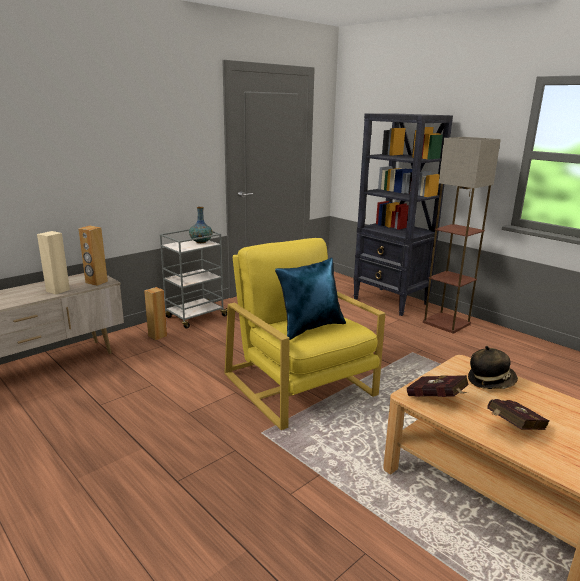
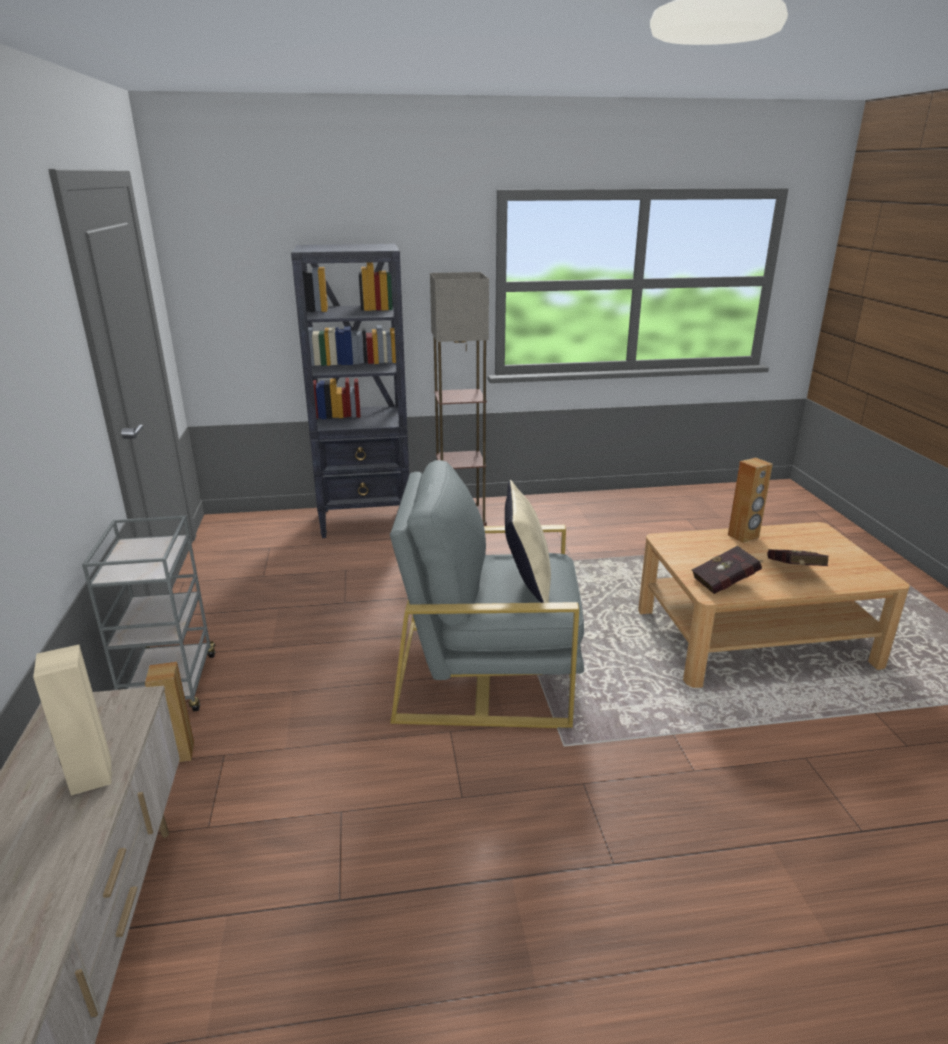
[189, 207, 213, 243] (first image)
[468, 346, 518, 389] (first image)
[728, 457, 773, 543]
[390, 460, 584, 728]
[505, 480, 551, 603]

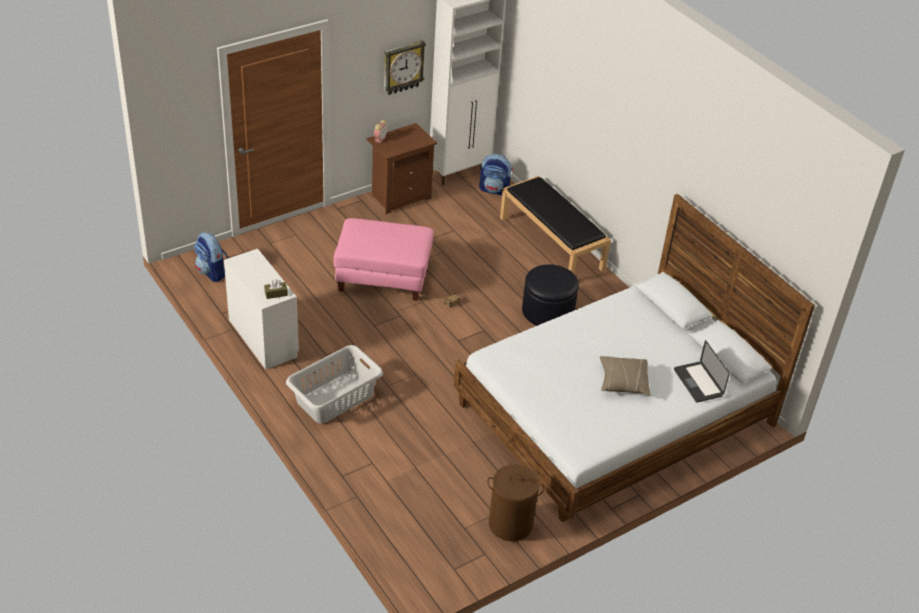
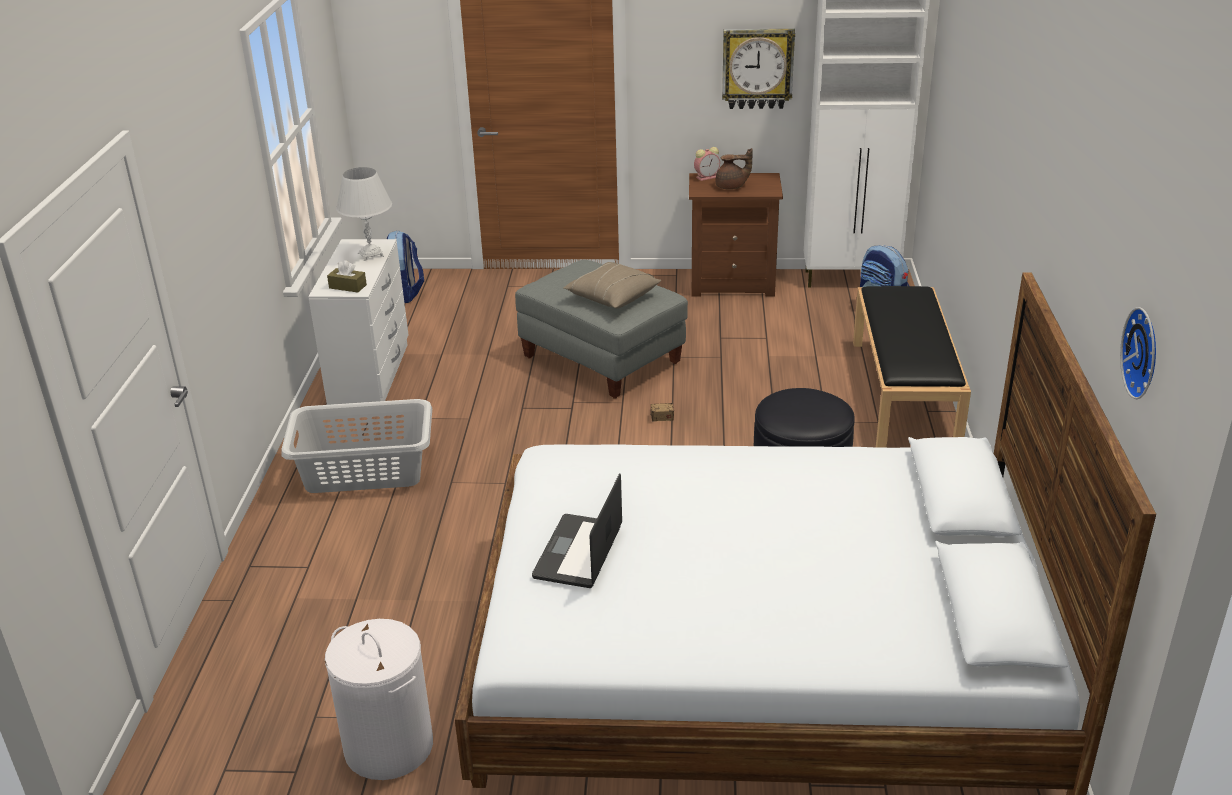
[336, 167, 392, 261]
[715, 148, 753, 190]
[1120, 307, 1156, 399]
[564, 262, 661, 308]
[532, 473, 622, 588]
[515, 260, 688, 399]
[325, 619, 433, 780]

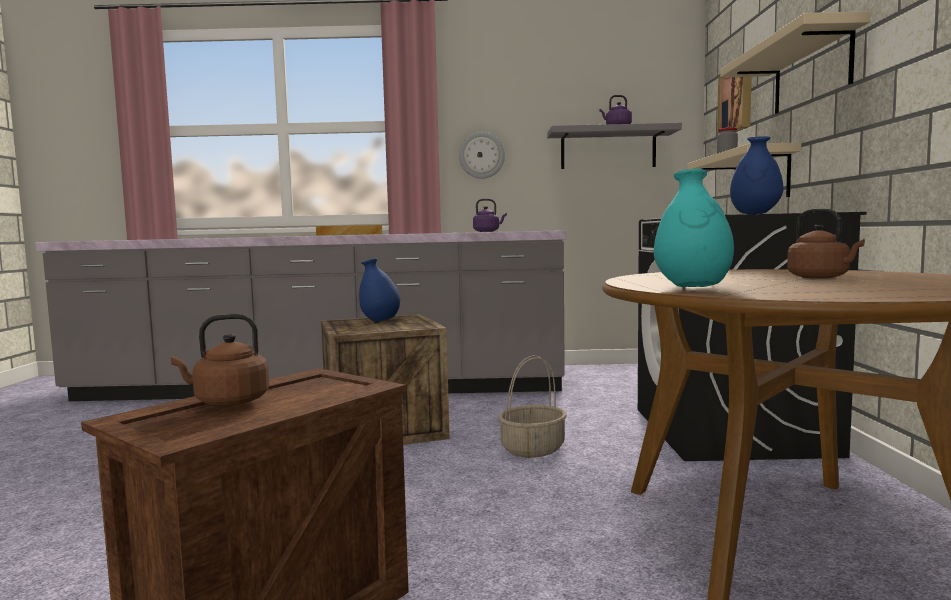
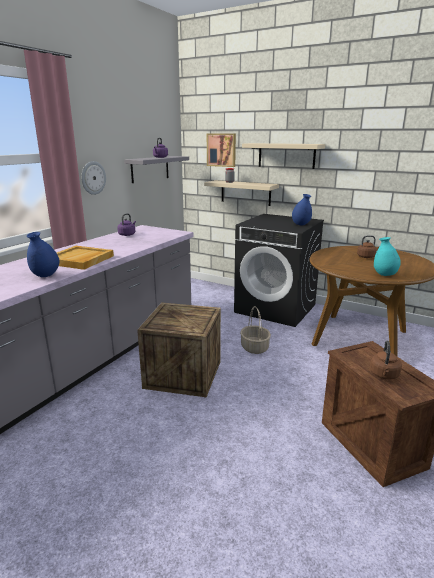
[27, 232, 59, 277]

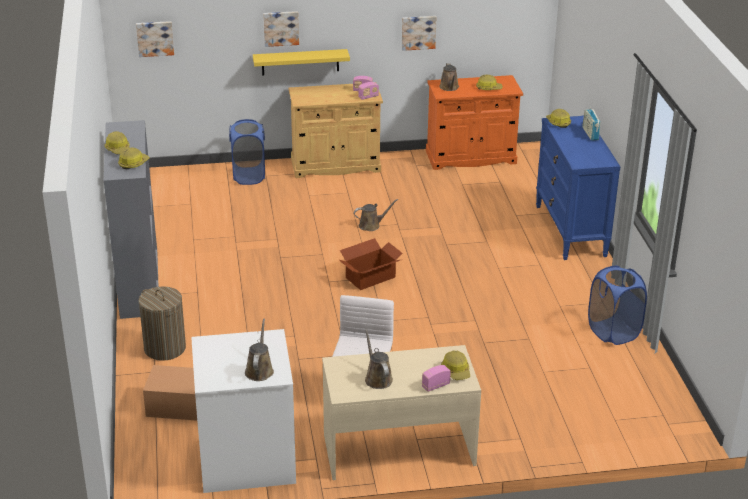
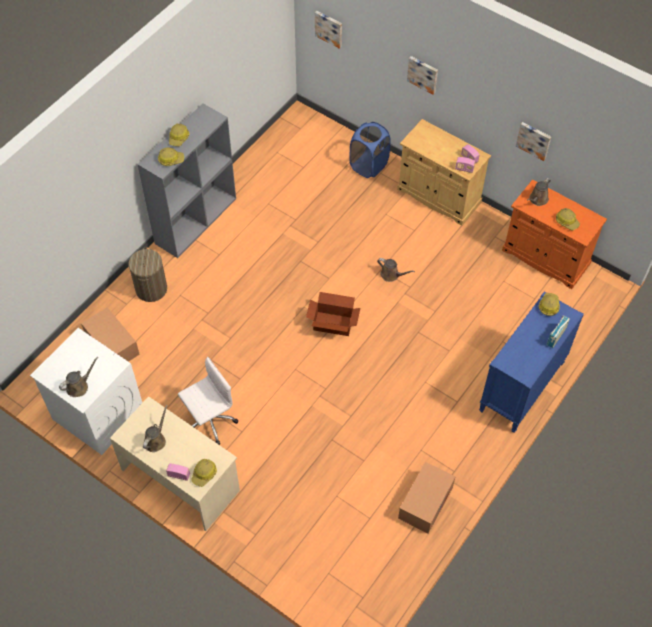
[253, 49, 350, 76] (first image)
[398, 462, 455, 534]

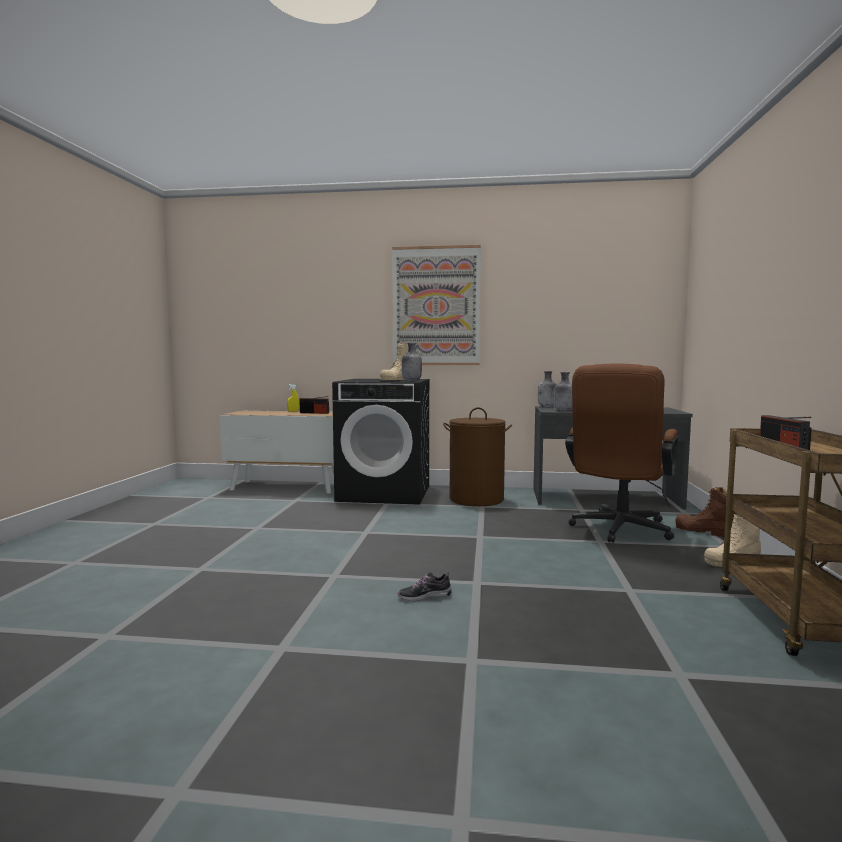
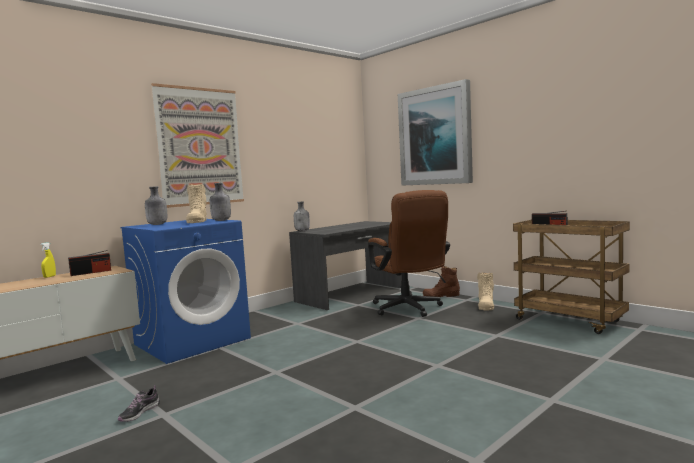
[443, 407, 512, 506] (first image)
[398, 79, 473, 186]
[118, 385, 160, 422]
[145, 186, 167, 225]
[121, 219, 251, 364]

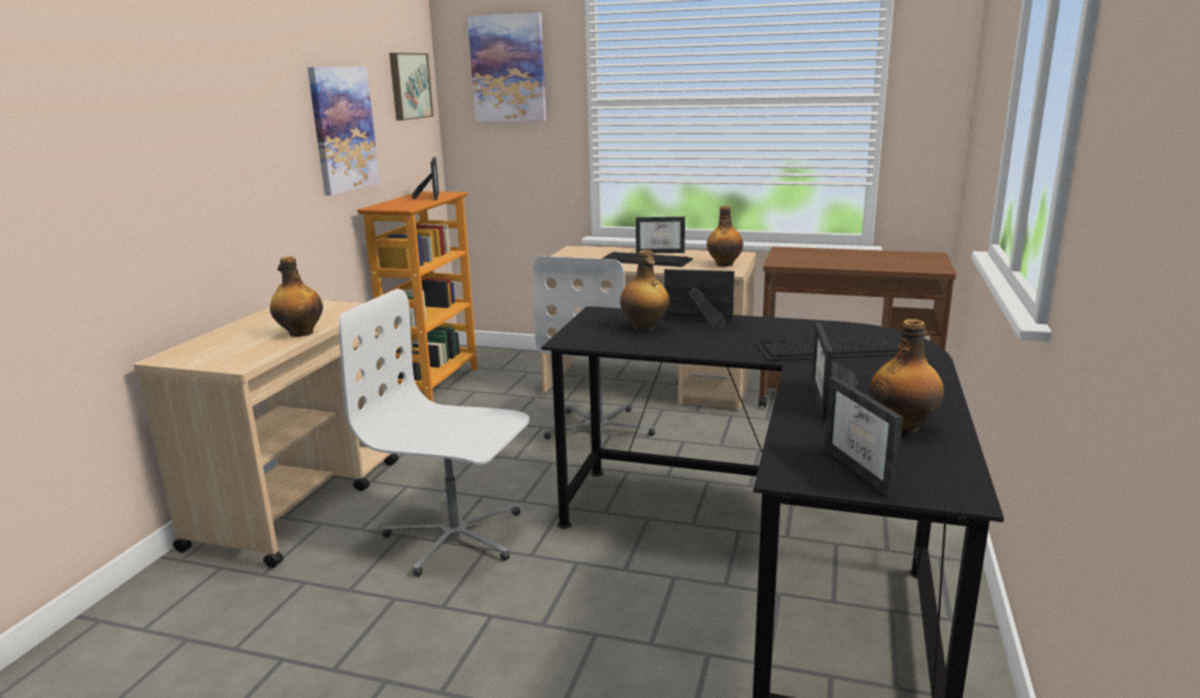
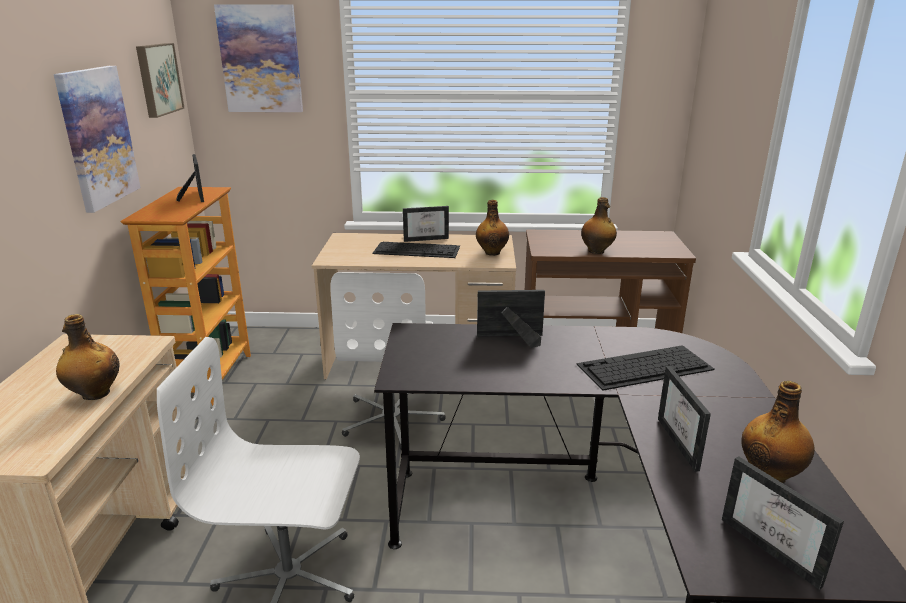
[581, 197, 617, 254]

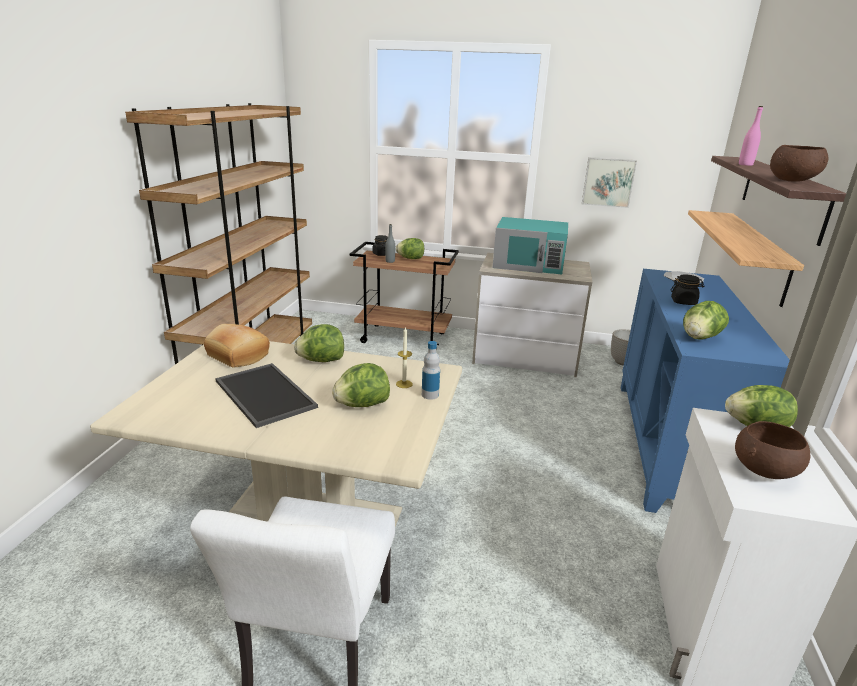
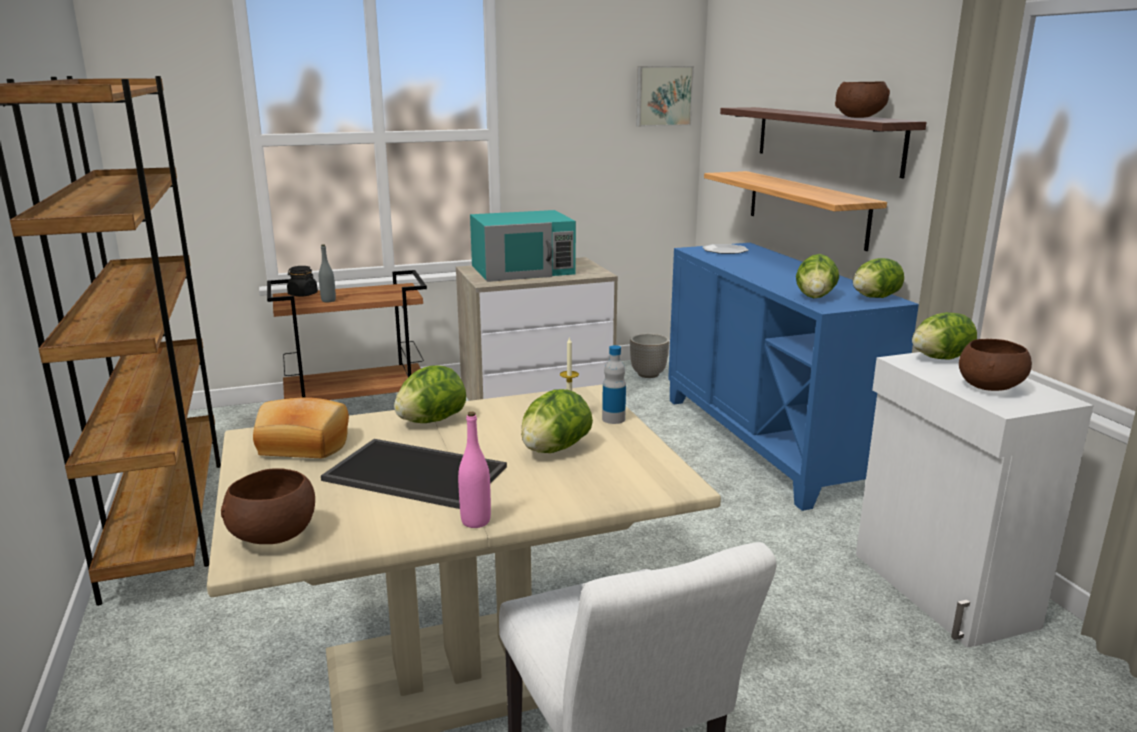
[671, 275, 705, 305] (first image)
[221, 468, 315, 544]
[853, 258, 904, 298]
[636, 66, 694, 127]
[458, 412, 491, 528]

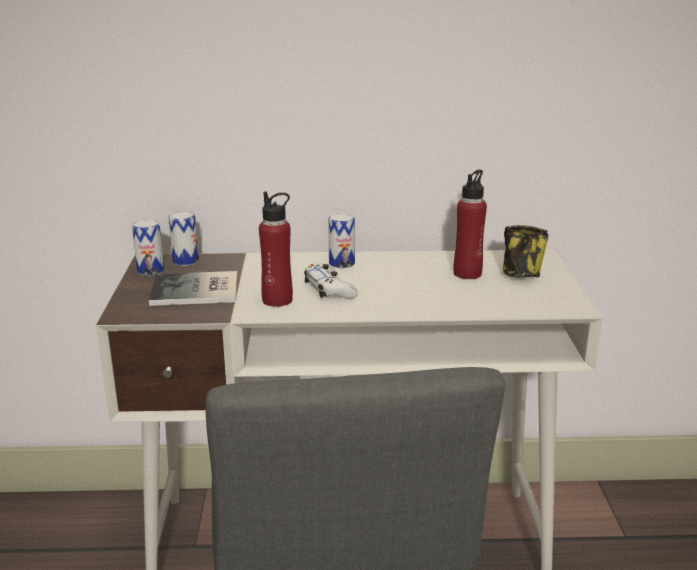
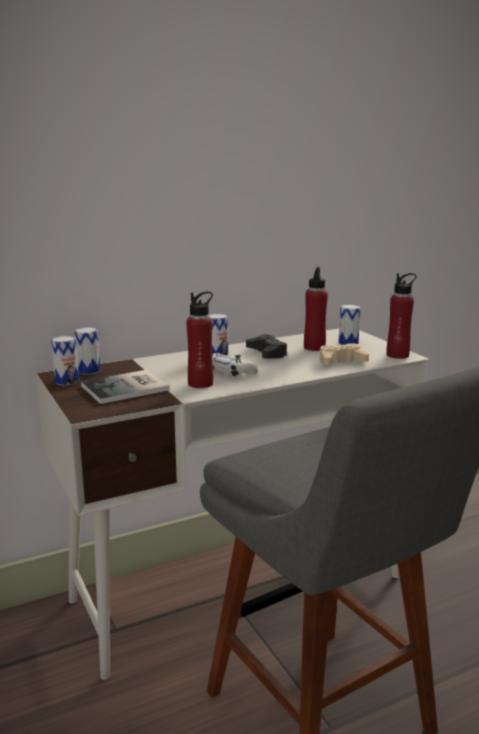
[246, 334, 287, 359]
[320, 343, 369, 365]
[387, 273, 417, 359]
[338, 304, 361, 345]

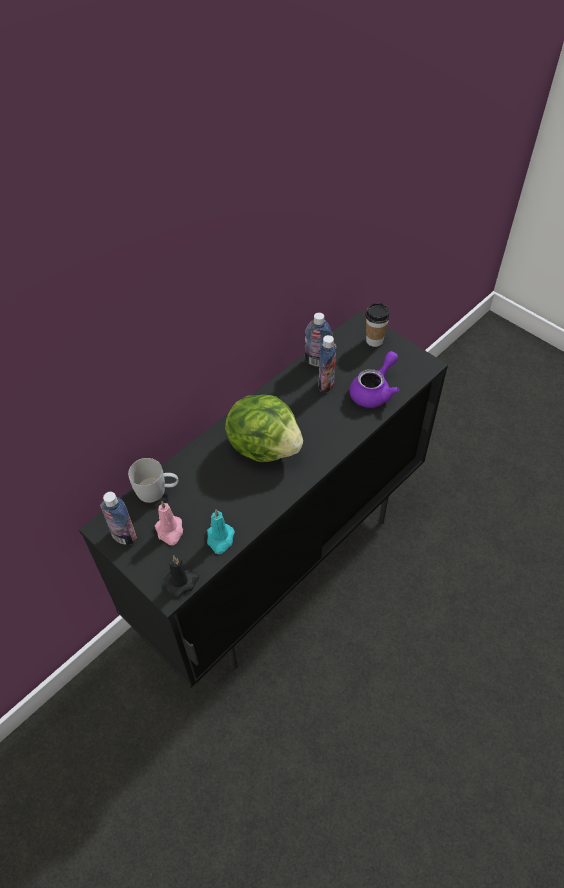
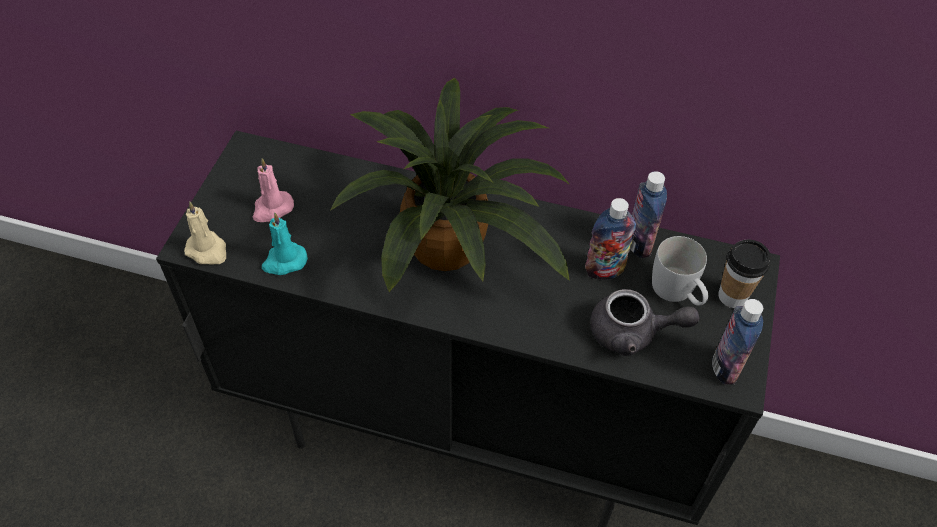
[712, 299, 763, 384]
[652, 236, 708, 306]
[330, 78, 570, 292]
[184, 201, 226, 264]
[590, 289, 700, 356]

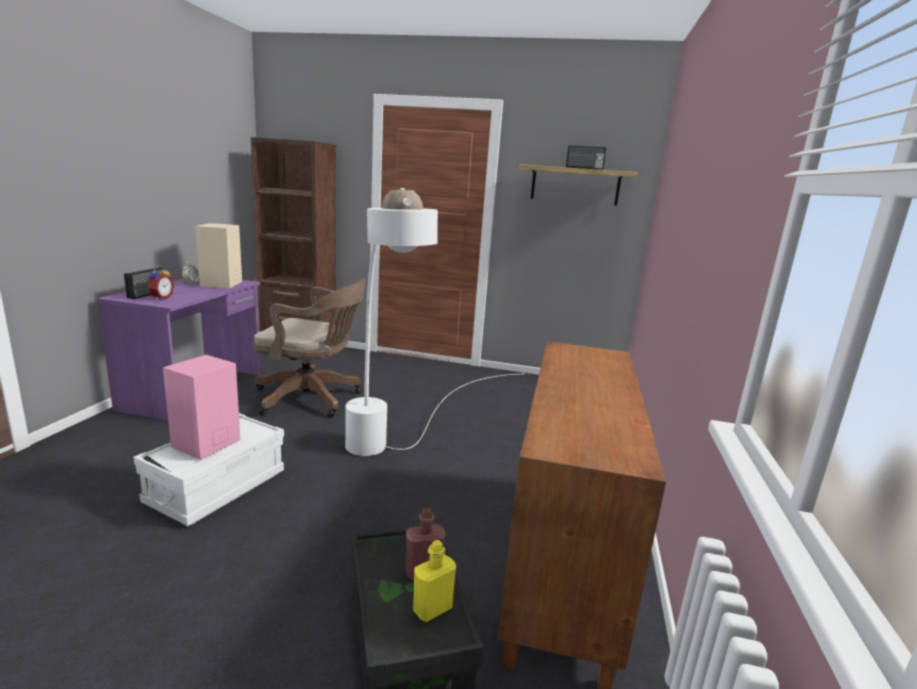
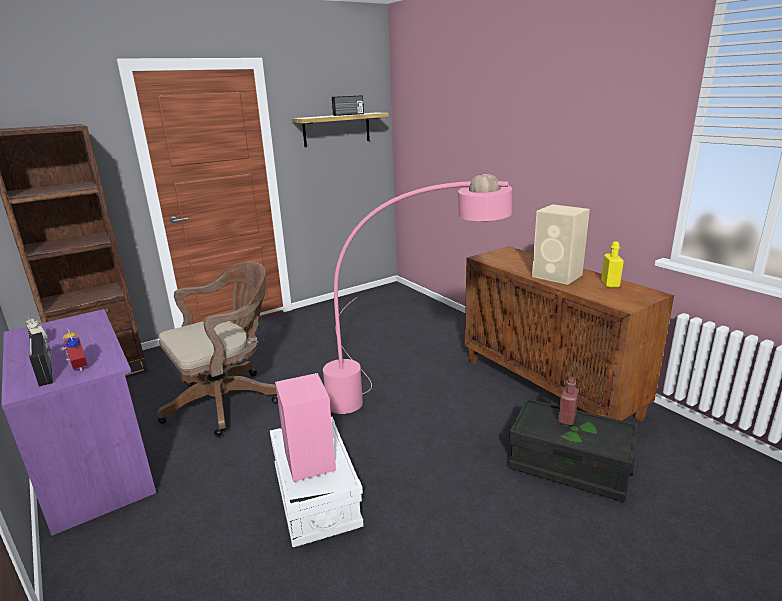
[532, 204, 590, 285]
[601, 241, 624, 288]
[323, 174, 512, 414]

